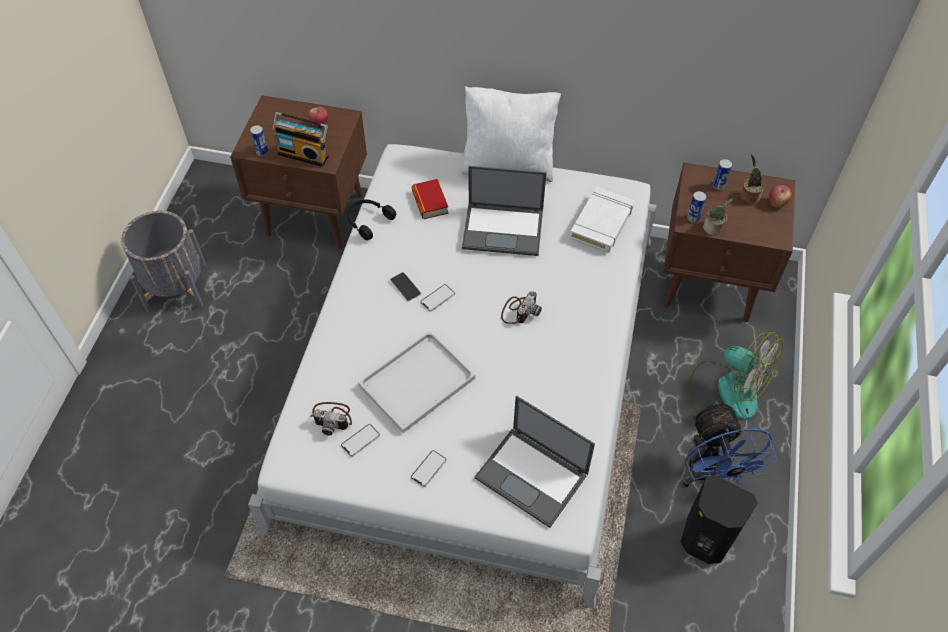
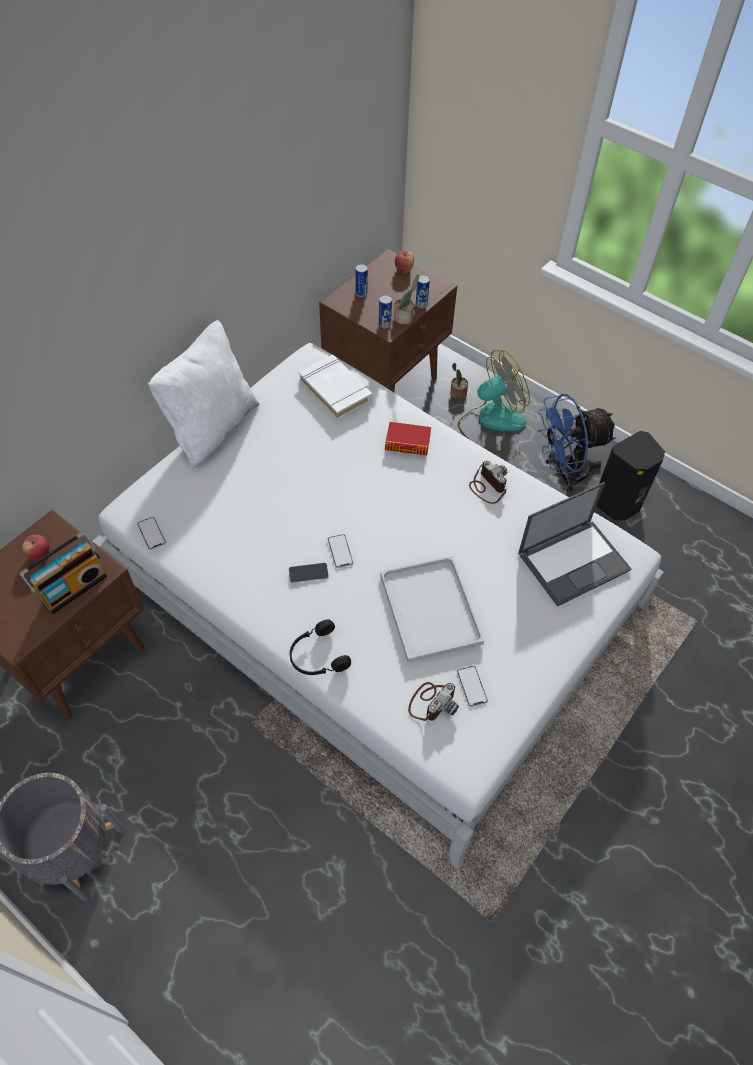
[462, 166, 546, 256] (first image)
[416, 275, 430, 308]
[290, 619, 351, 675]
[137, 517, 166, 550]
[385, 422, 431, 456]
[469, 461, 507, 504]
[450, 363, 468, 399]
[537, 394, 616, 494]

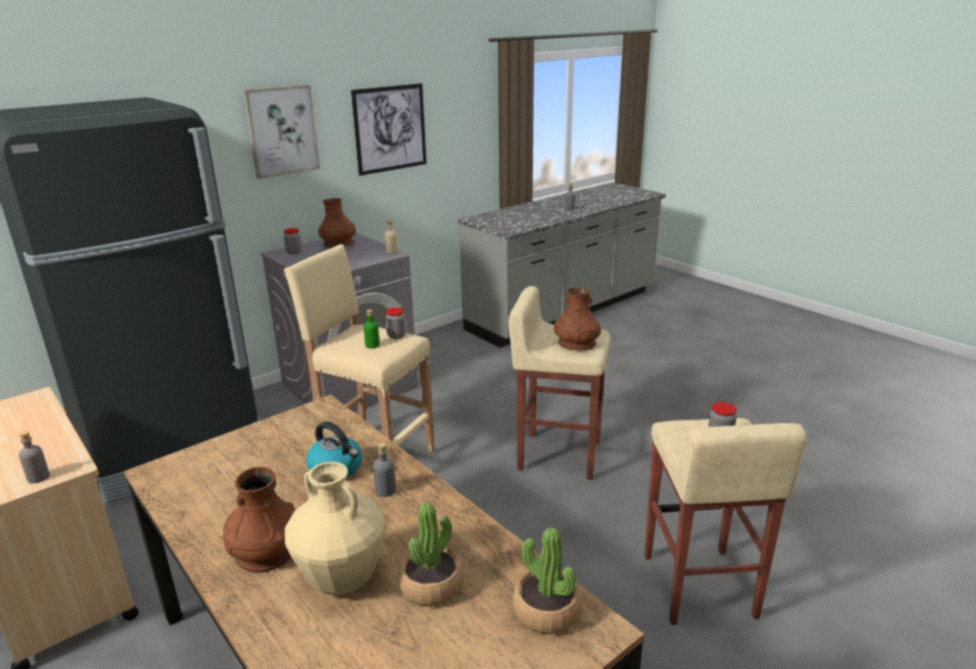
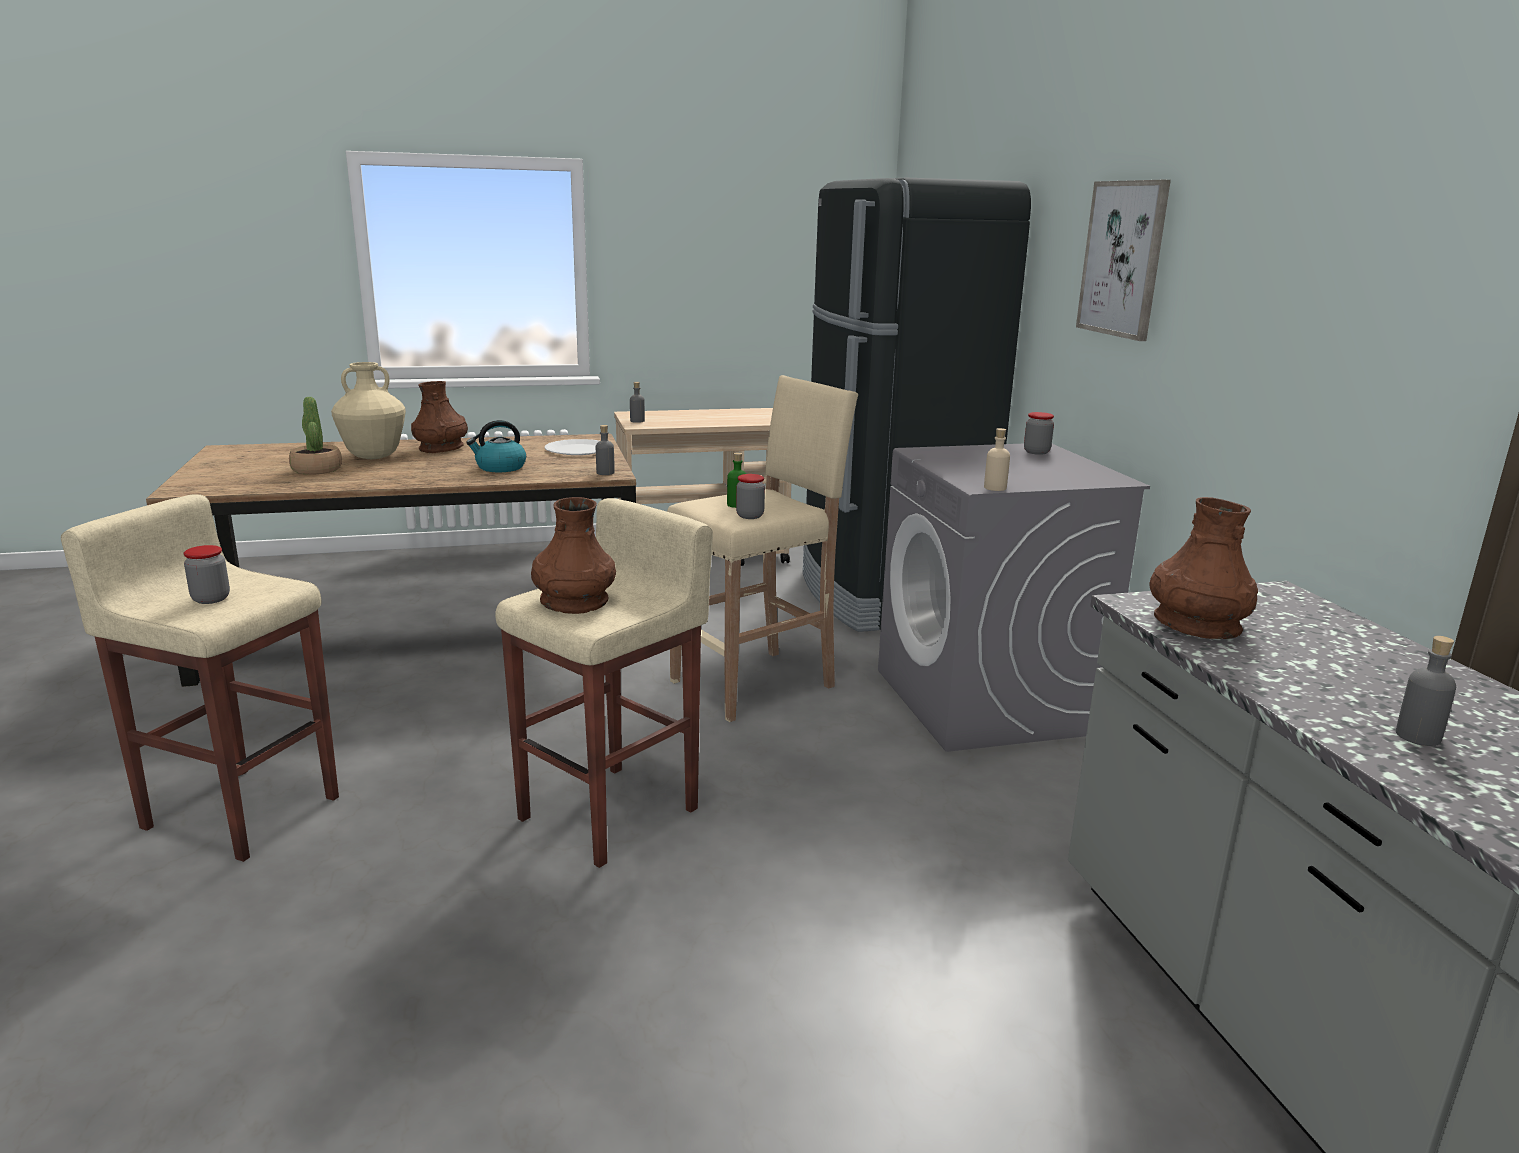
[351, 83, 427, 176] (first image)
[513, 527, 582, 634] (first image)
[544, 439, 599, 455]
[1149, 497, 1258, 639]
[596, 425, 615, 475]

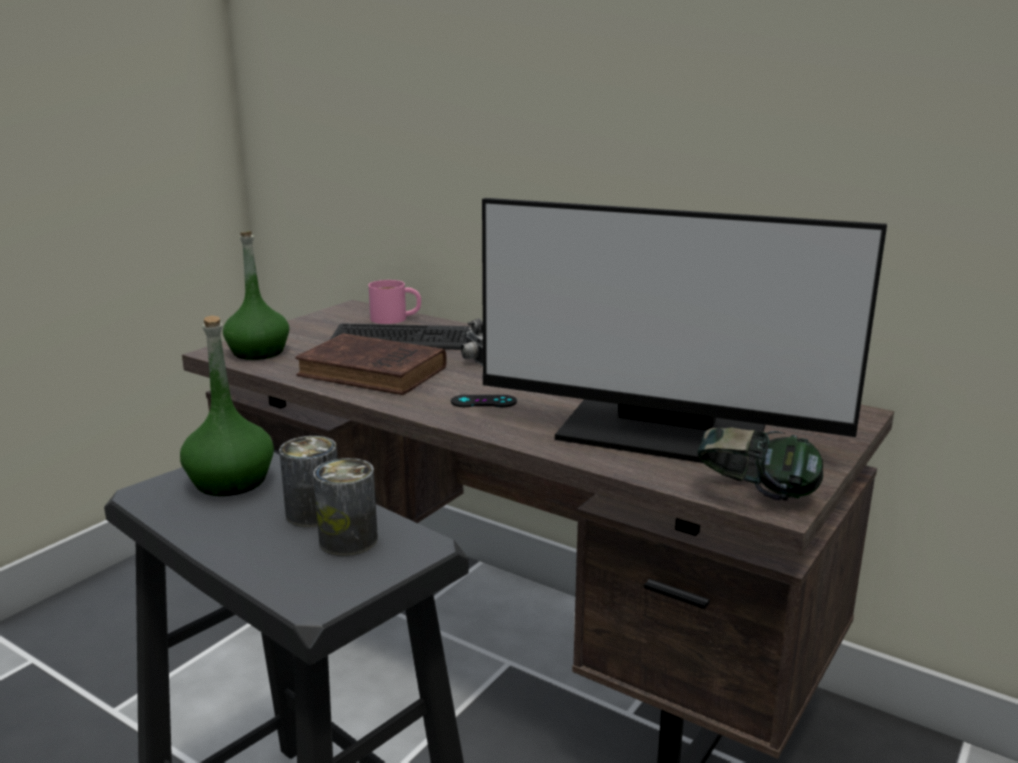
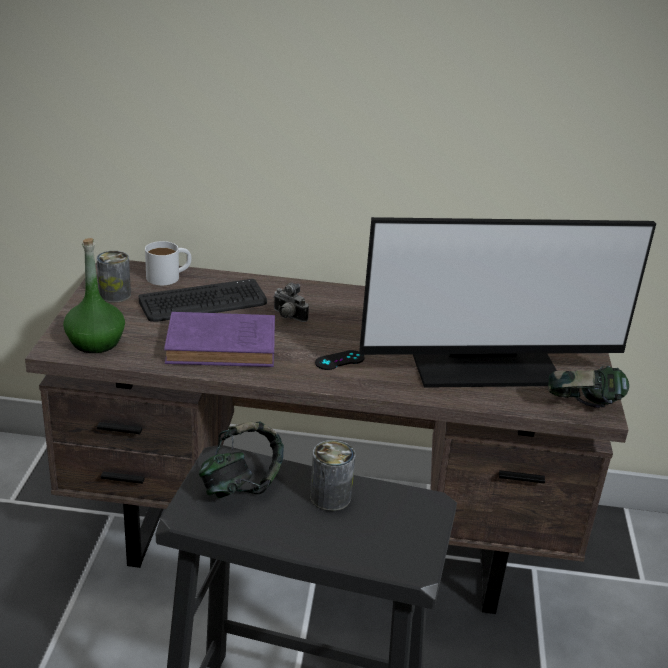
[97, 251, 131, 303]
[198, 421, 284, 498]
[164, 312, 275, 367]
[145, 241, 191, 285]

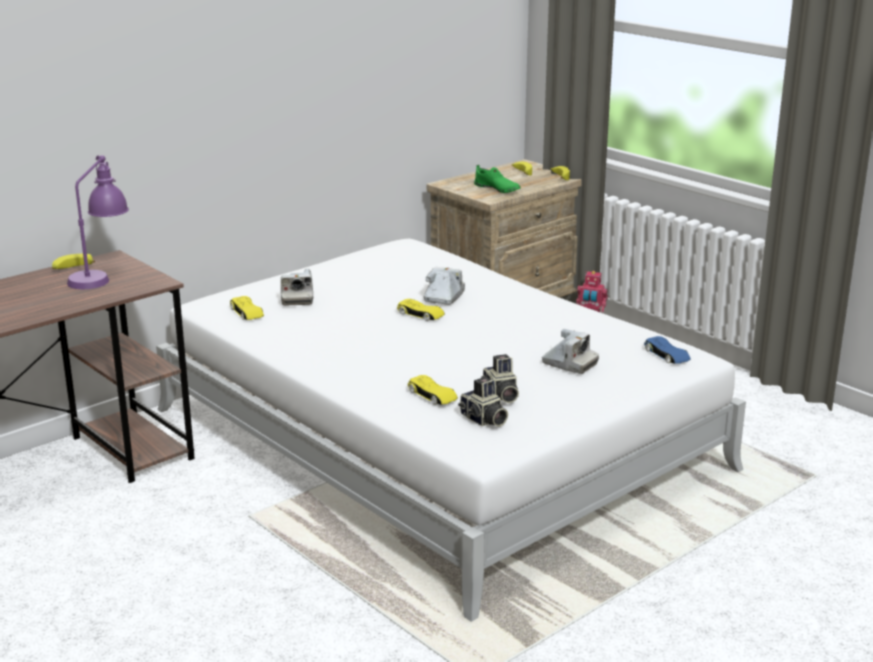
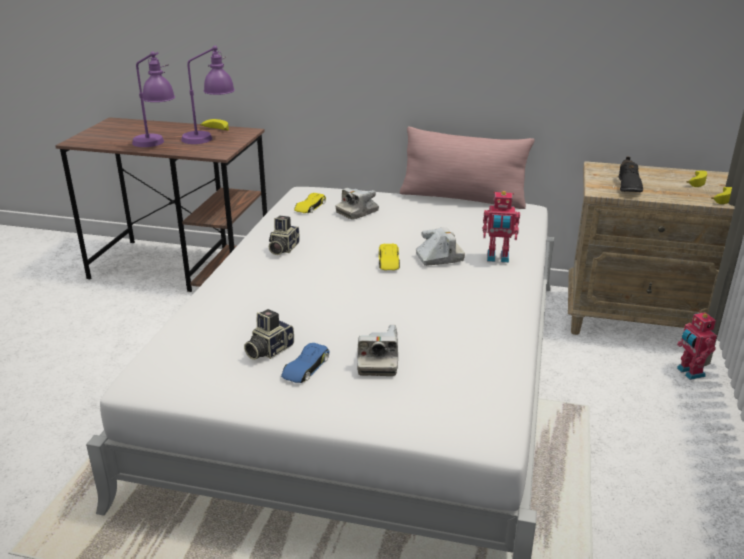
[408, 375, 458, 405] (first image)
[132, 52, 175, 147]
[400, 126, 535, 209]
[483, 191, 520, 263]
[269, 216, 300, 255]
[281, 343, 330, 383]
[619, 157, 643, 192]

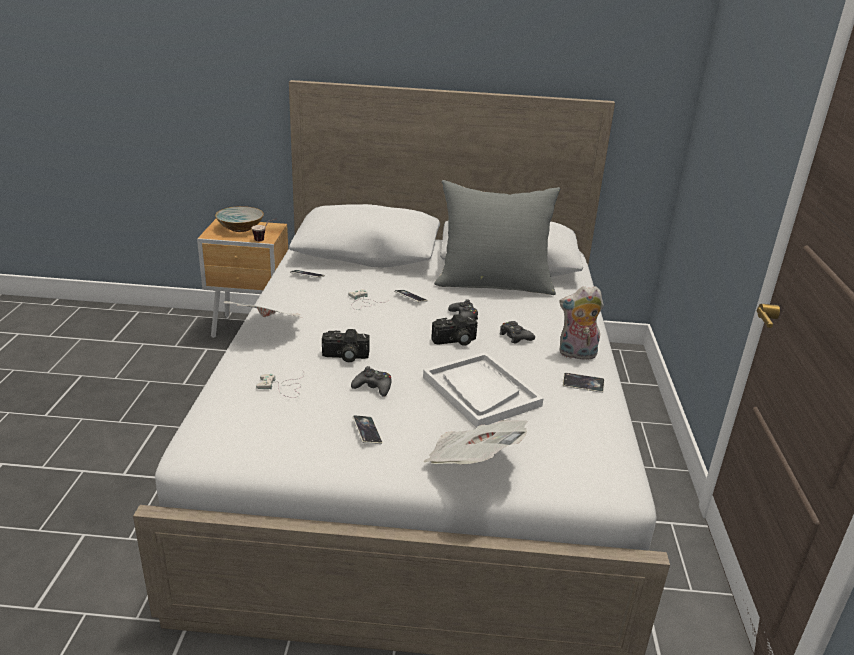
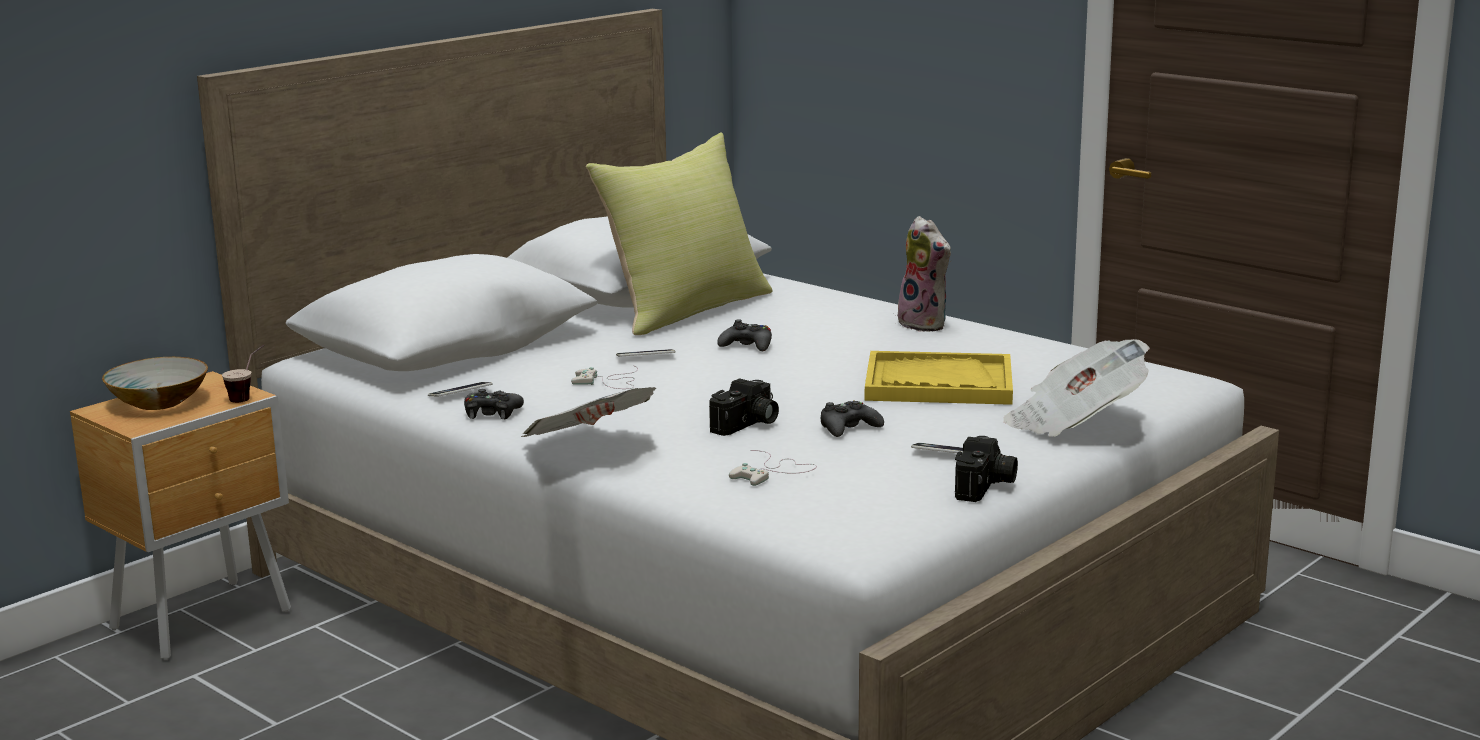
[563, 373, 605, 393] (first image)
[955, 436, 1018, 502]
[464, 389, 524, 419]
[865, 351, 1013, 405]
[586, 132, 773, 335]
[894, 216, 951, 332]

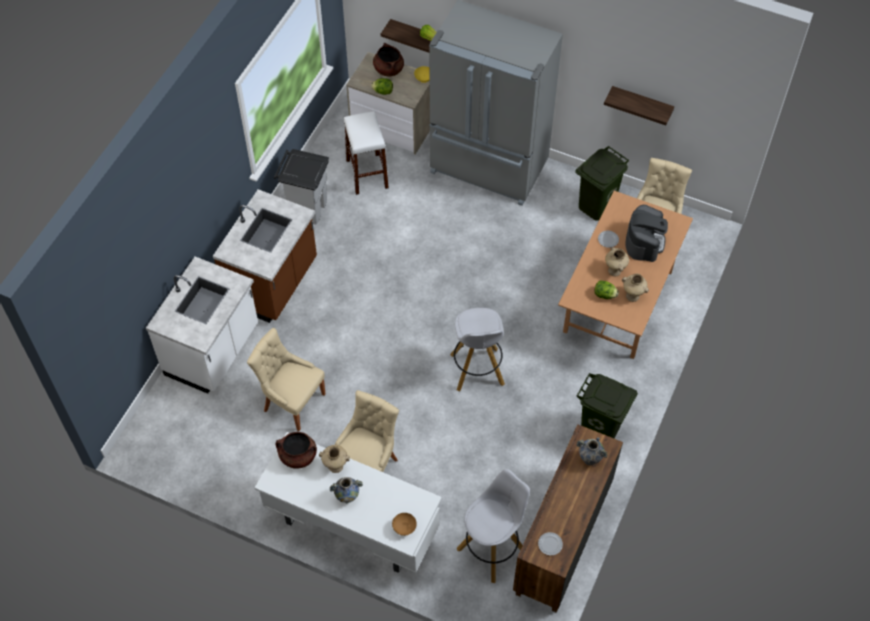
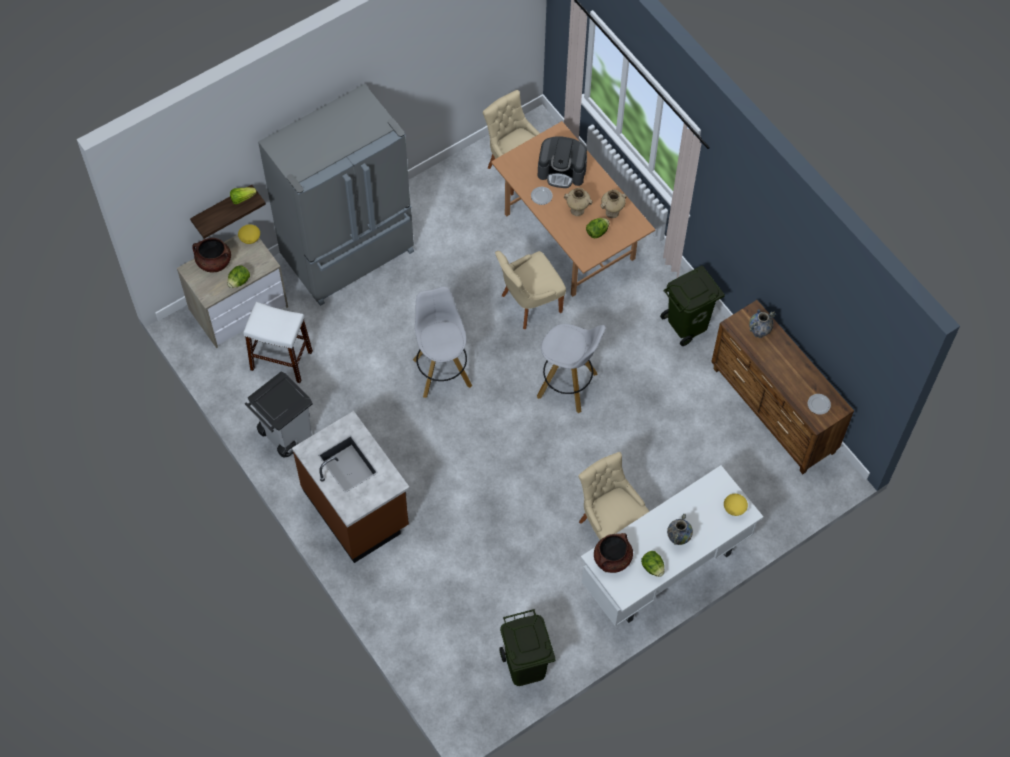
[146, 256, 258, 394] (first image)
[319, 445, 350, 473] (first image)
[604, 86, 674, 125] (first image)
[641, 551, 665, 577]
[495, 251, 566, 329]
[413, 286, 472, 398]
[499, 609, 556, 686]
[724, 494, 748, 516]
[538, 136, 587, 188]

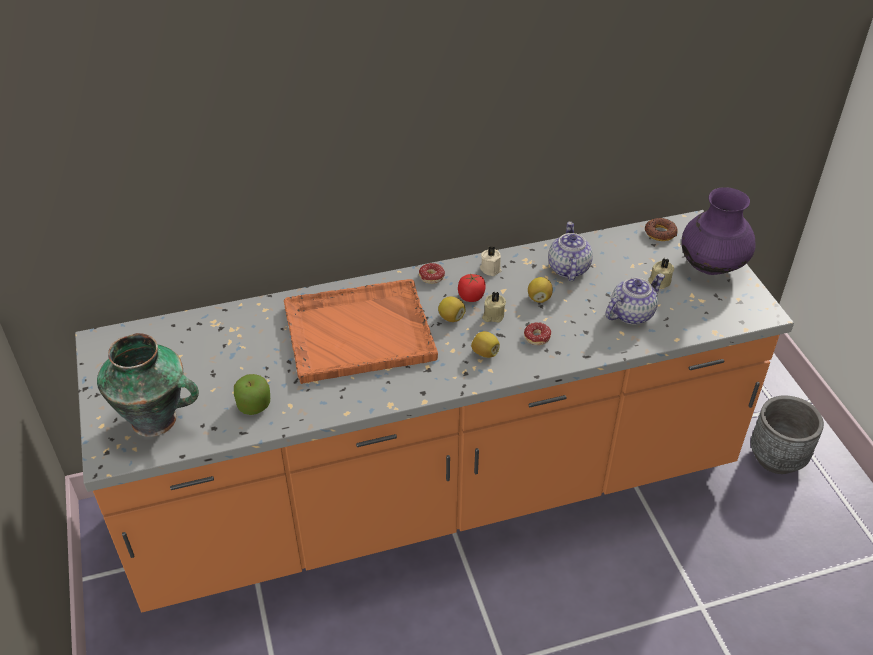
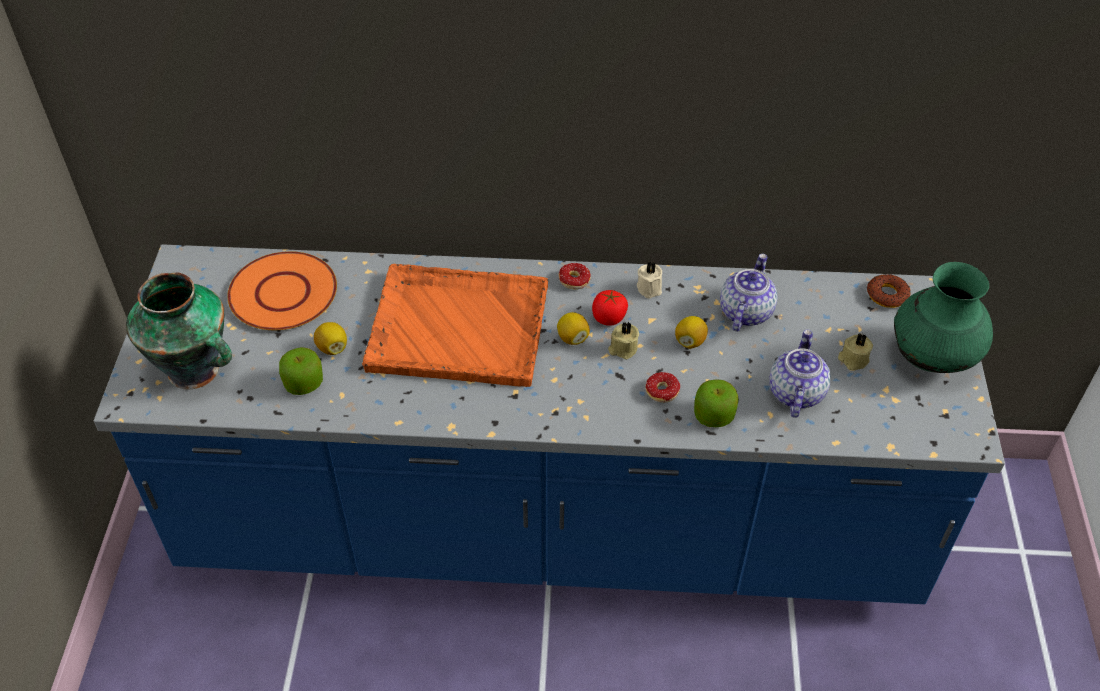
[751, 395, 824, 474] (first image)
[227, 251, 337, 330]
[694, 379, 739, 427]
[314, 322, 347, 355]
[94, 244, 1005, 604]
[894, 262, 993, 373]
[769, 329, 831, 418]

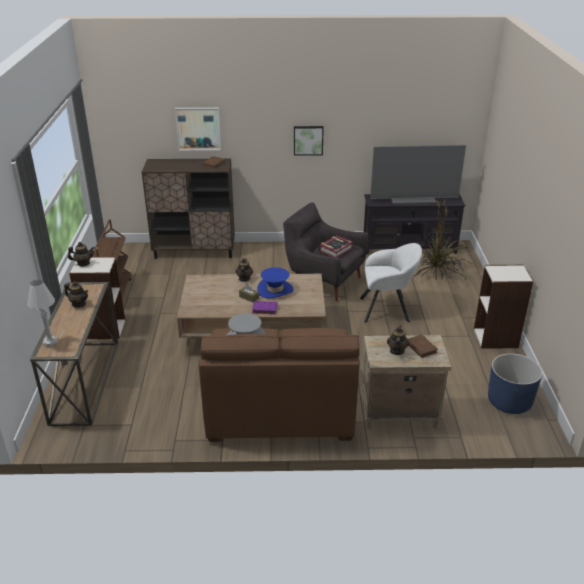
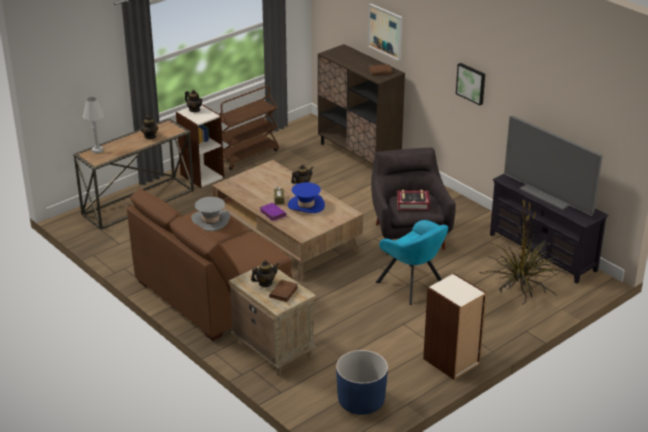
[376, 220, 448, 305]

